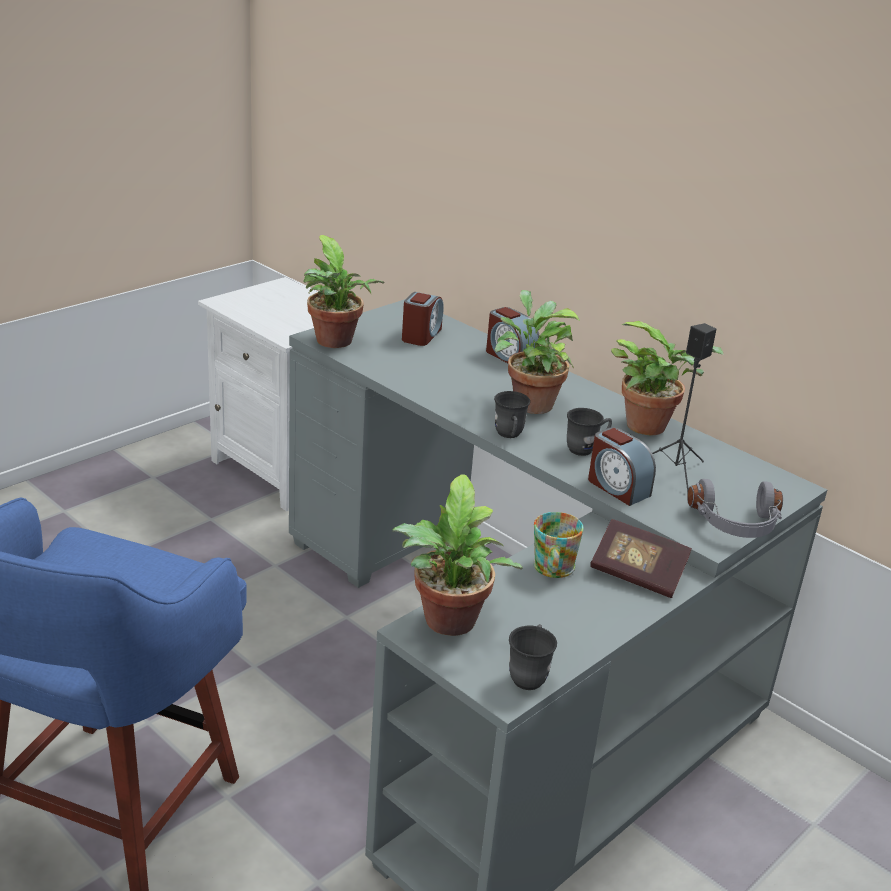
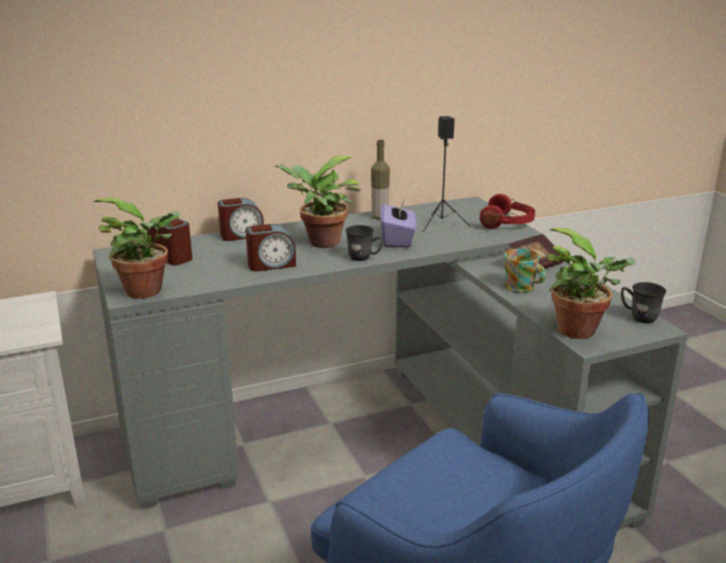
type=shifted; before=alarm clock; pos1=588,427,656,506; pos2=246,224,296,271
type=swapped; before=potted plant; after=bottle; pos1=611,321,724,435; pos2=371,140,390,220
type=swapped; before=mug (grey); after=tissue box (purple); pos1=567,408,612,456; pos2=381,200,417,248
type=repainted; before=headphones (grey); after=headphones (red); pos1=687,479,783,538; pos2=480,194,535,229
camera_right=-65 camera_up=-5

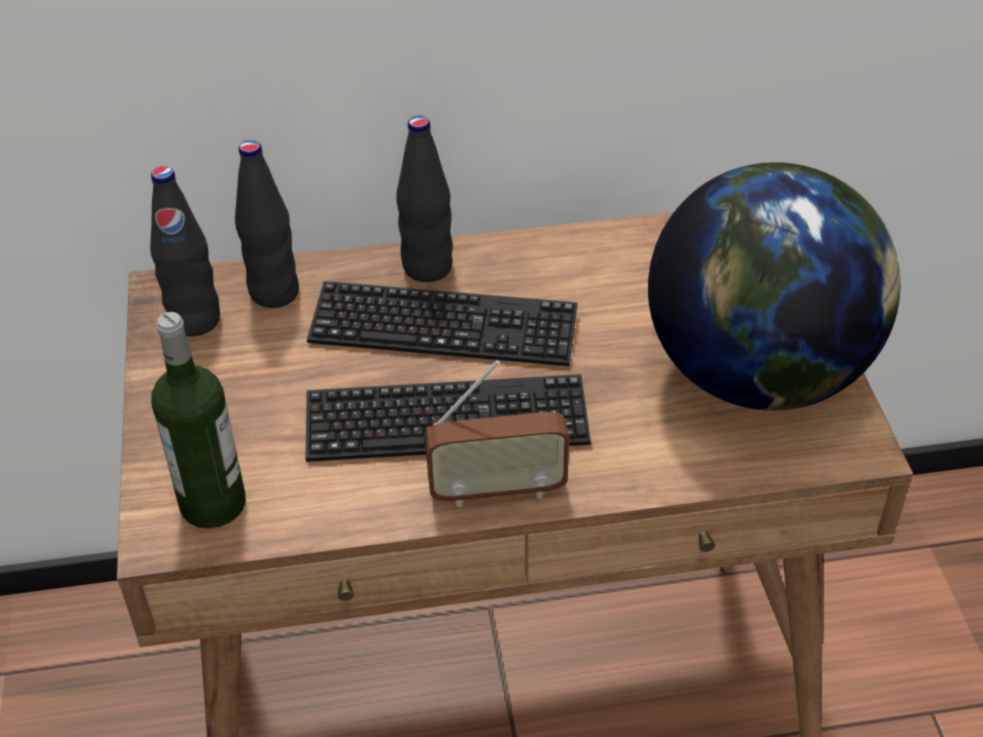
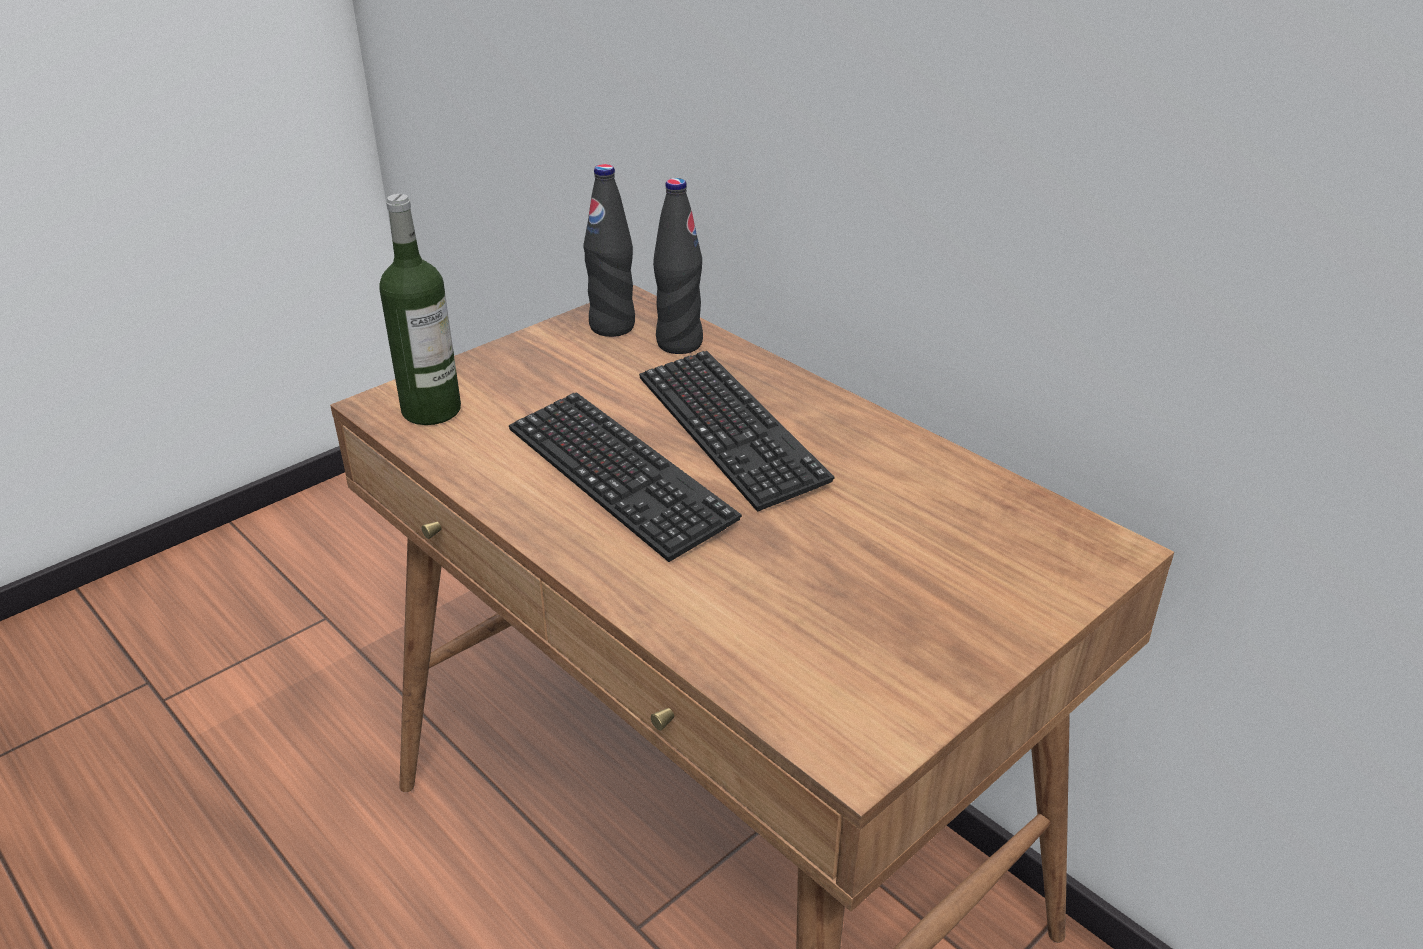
type=gone; before=bottle (black); pos1=396,116,453,282
type=gone; before=radio; pos1=425,360,569,507
type=gone; before=globe; pos1=648,162,901,411
camera_right=55 camera_up=-10

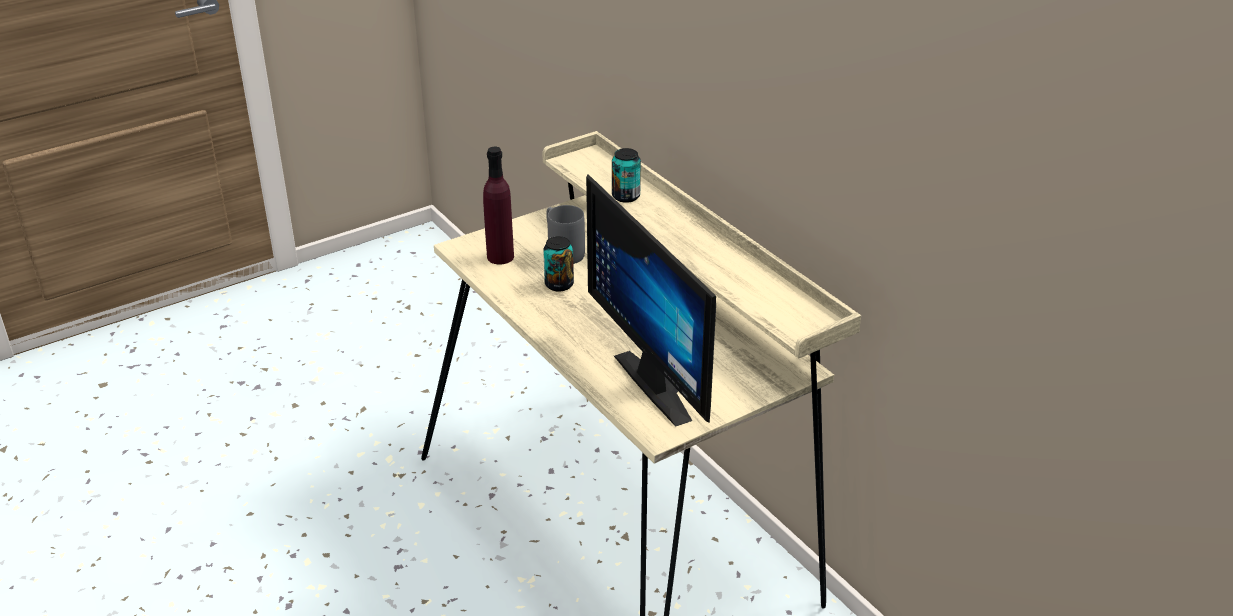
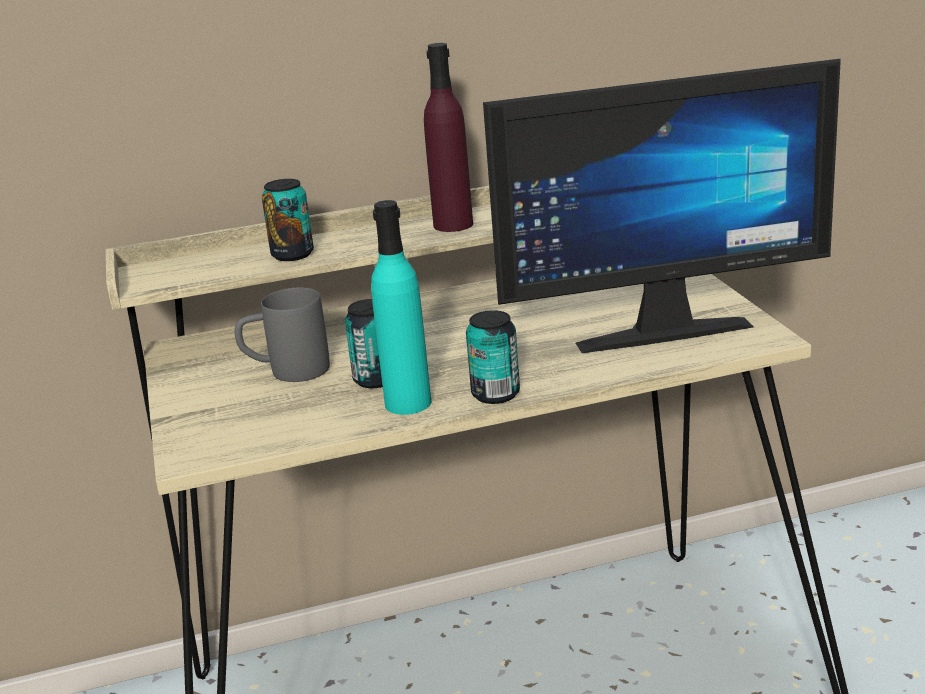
type=new; after=bottle (turquoise); pos2=371,200,431,415
type=shifted; before=bottle (purple); pos1=483,147,514,264; pos2=424,43,473,232
type=new; after=can; pos2=466,310,520,404
camera_right=-70 camera_up=-10

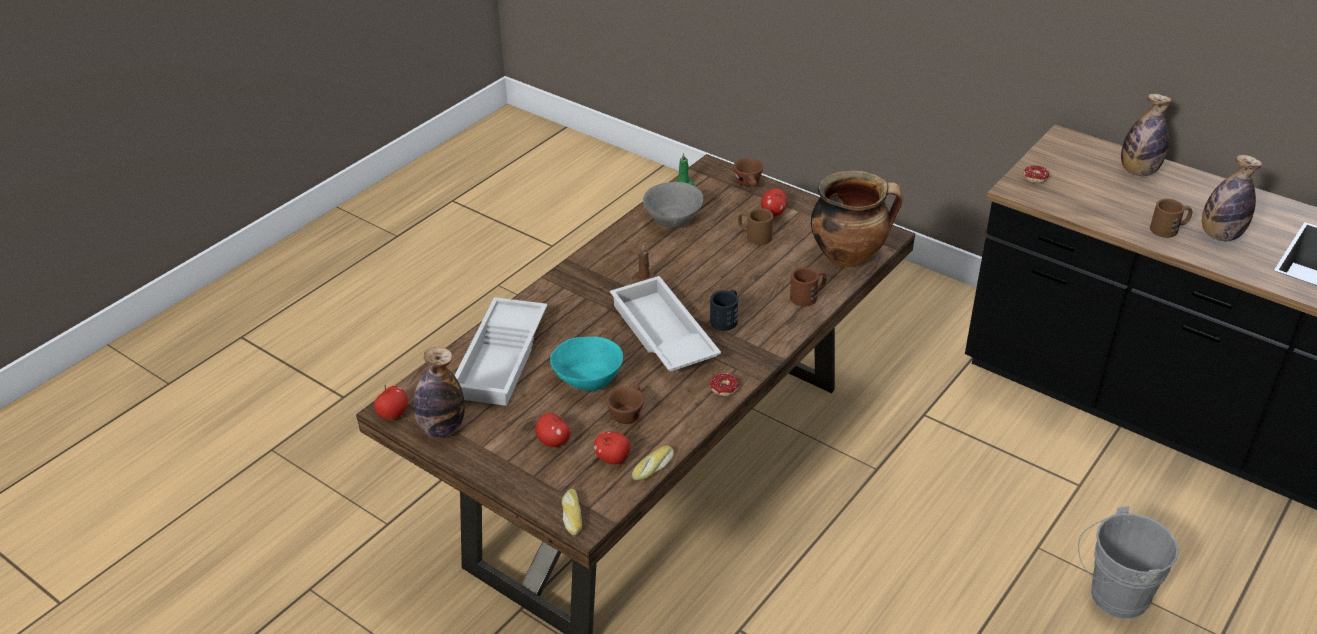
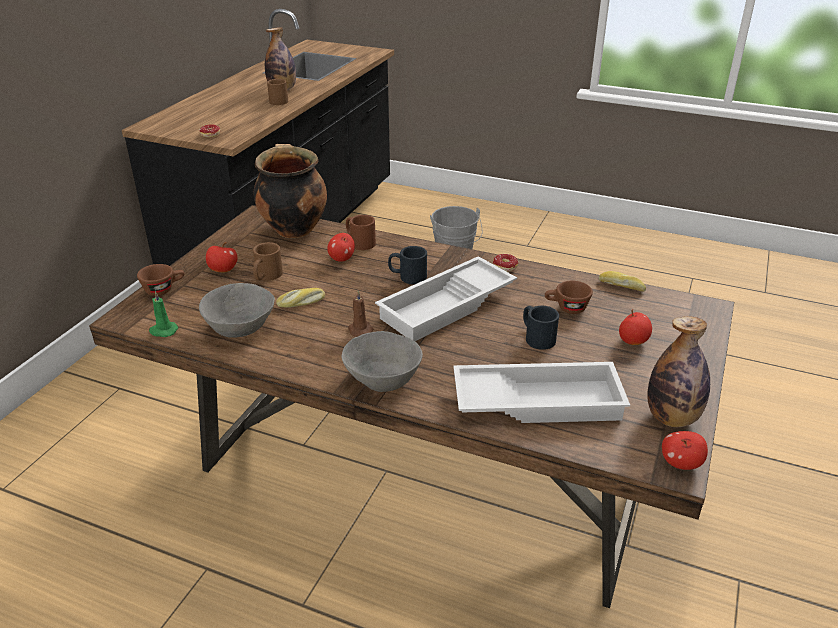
type=shifted; before=bread; pos1=562,489,582,535; pos2=276,288,325,308
type=shifted; before=apple; pos1=594,431,631,464; pos2=327,233,355,262
type=new; after=bowl (grey); pos2=342,331,423,392
type=swapped; before=bowl (turquoise); after=mug (black); pos1=550,336,623,391; pos2=523,306,559,350
type=gone; before=bottle; pos1=1121,94,1172,176
camera_right=-105 camera_up=-5

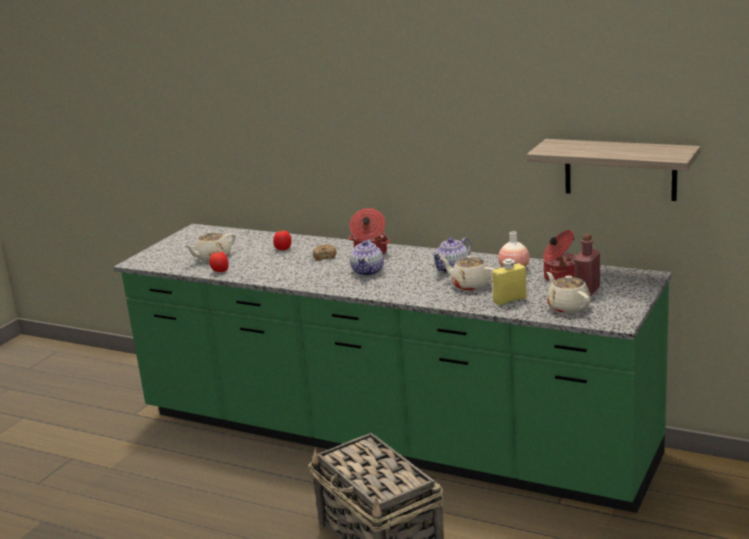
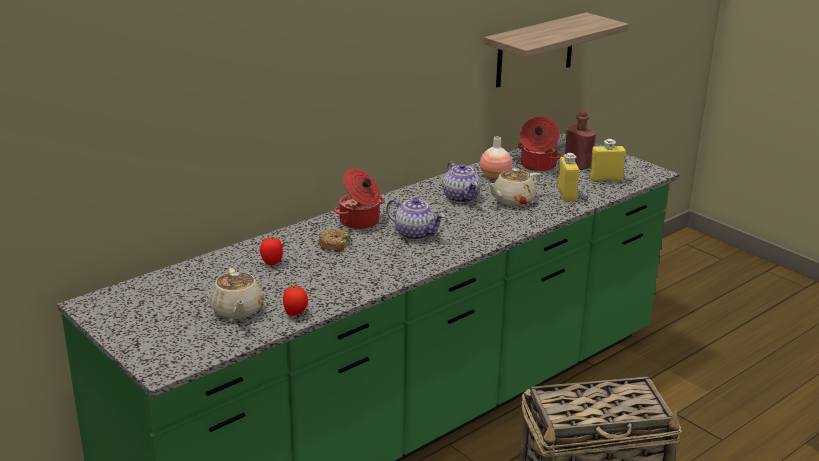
type=swapped; before=teapot (beige); after=bottle (yellow); pos1=547,272,591,314; pos2=590,139,626,182
camera_right=-70 camera_up=5

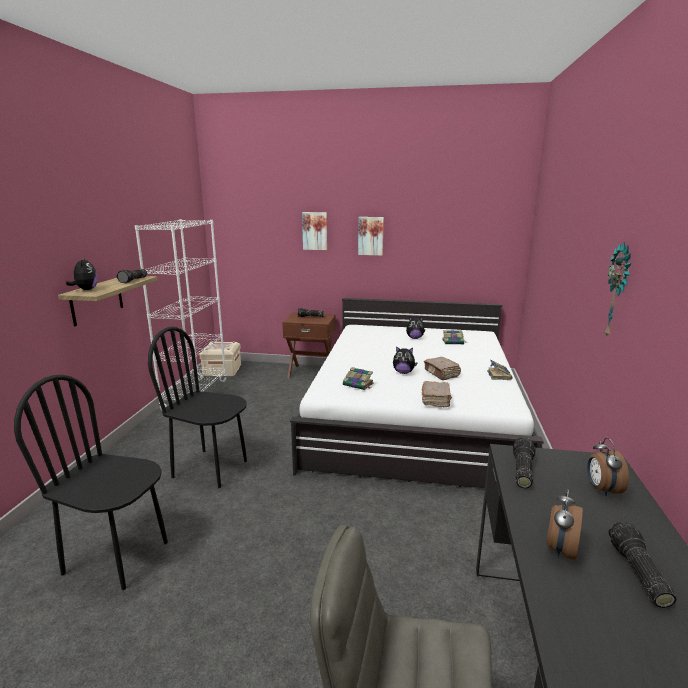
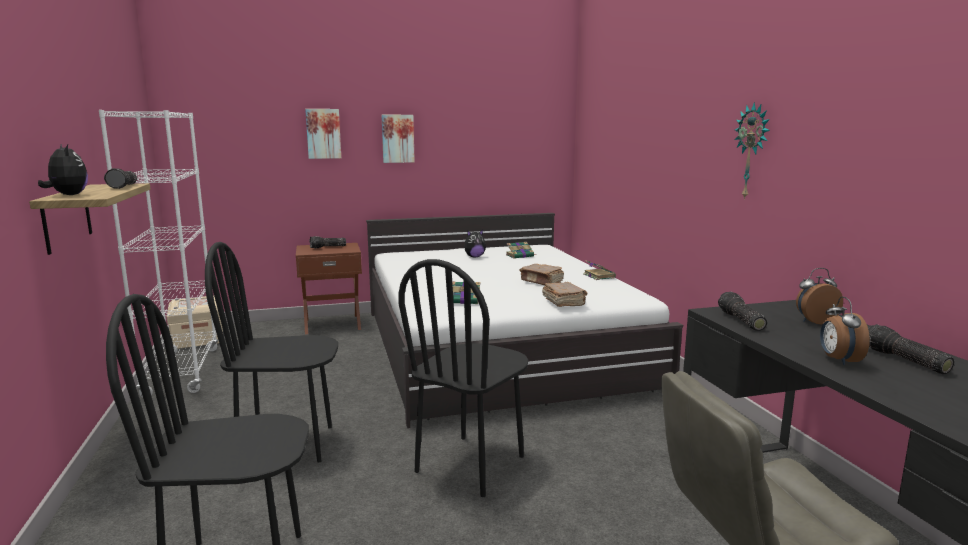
type=new; after=chair (black); pos2=398,259,528,497
type=rotated; before=alarm clock; pos1=587,438,629,497; pos2=796,268,843,324; turn=105
type=gone; before=plush toy; pos1=393,346,418,374
camera_right=-25 camera_up=-5

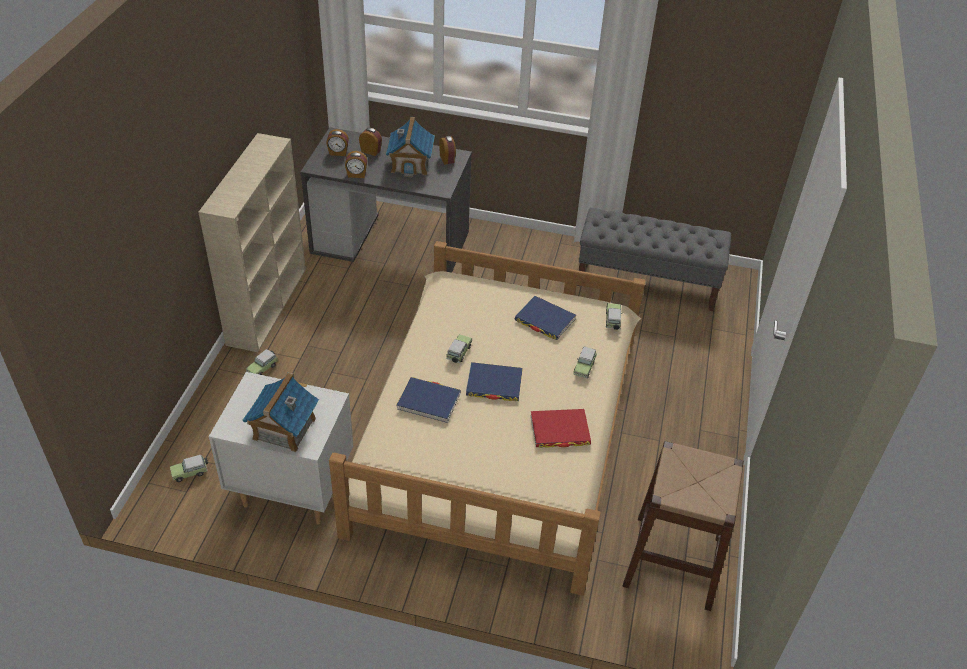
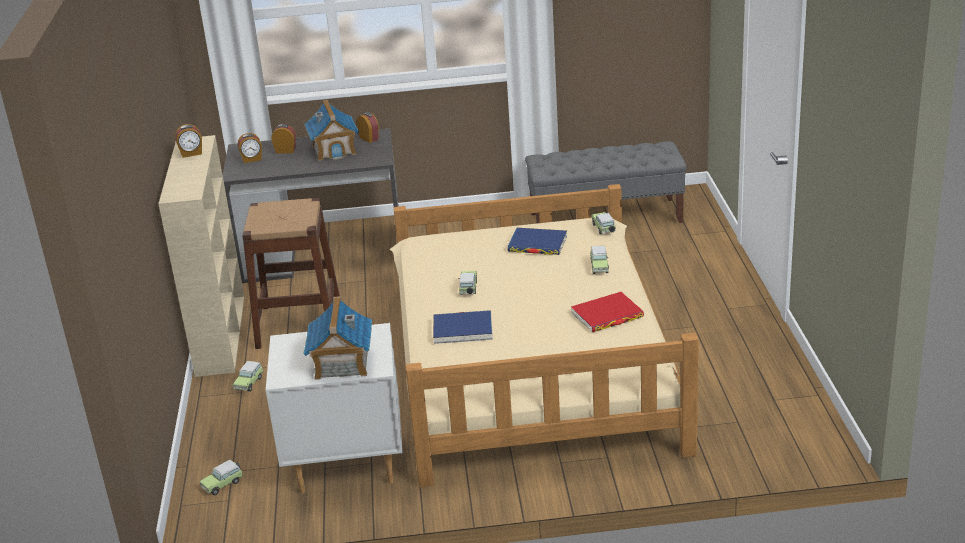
type=shifted; before=alarm clock; pos1=345,151,367,178; pos2=175,124,202,158
type=shifted; before=stool (brown); pos1=623,441,744,611; pos2=242,198,340,349
type=gone; before=book (blue); pos1=466,362,523,401
camera_right=-15 camera_up=-15

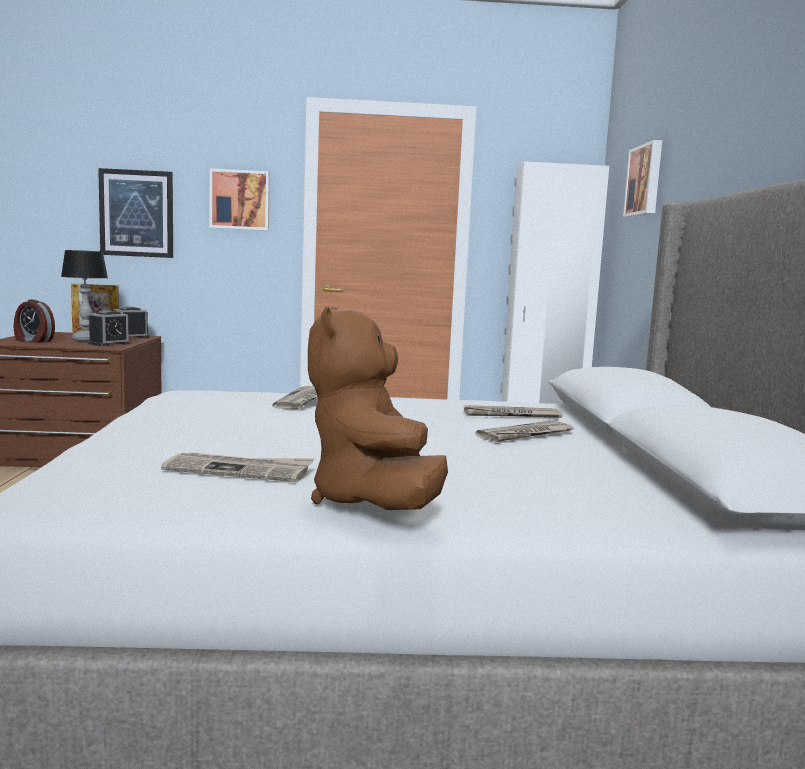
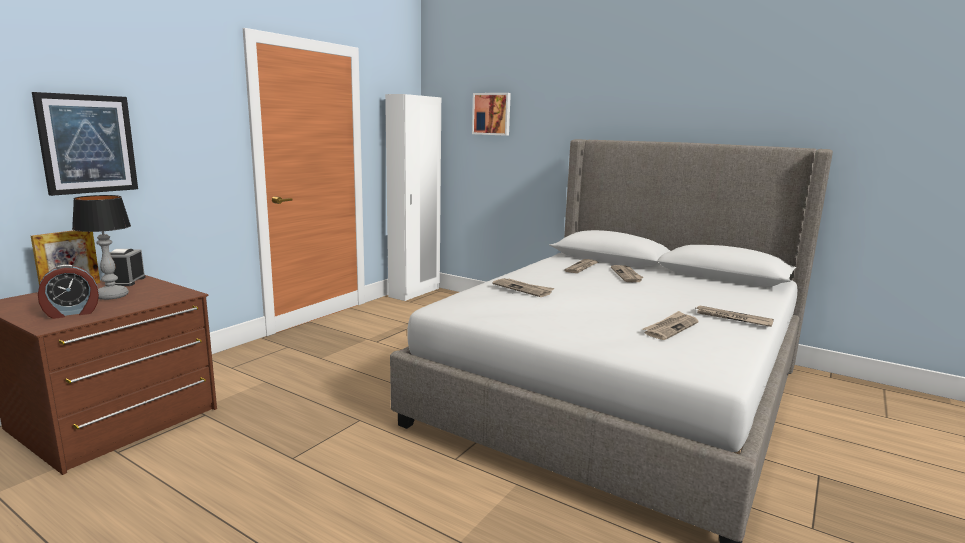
type=swapped; before=plush toy (brown); after=newspaper; pos1=308,306,448,510; pos2=696,306,774,327
type=gone; before=alarm clock; pos1=88,310,130,346
type=gone; before=picture; pos1=210,168,270,231
camera_right=-55 camera_up=5

